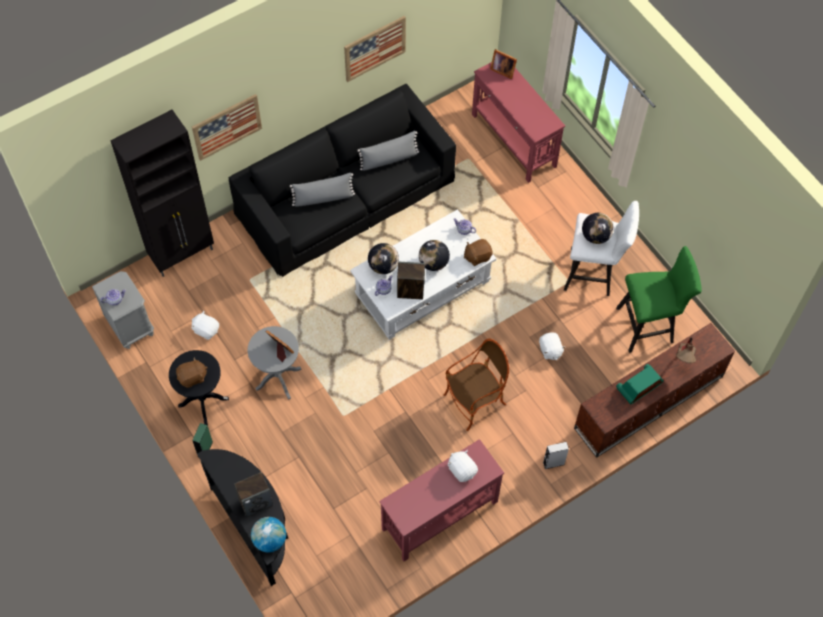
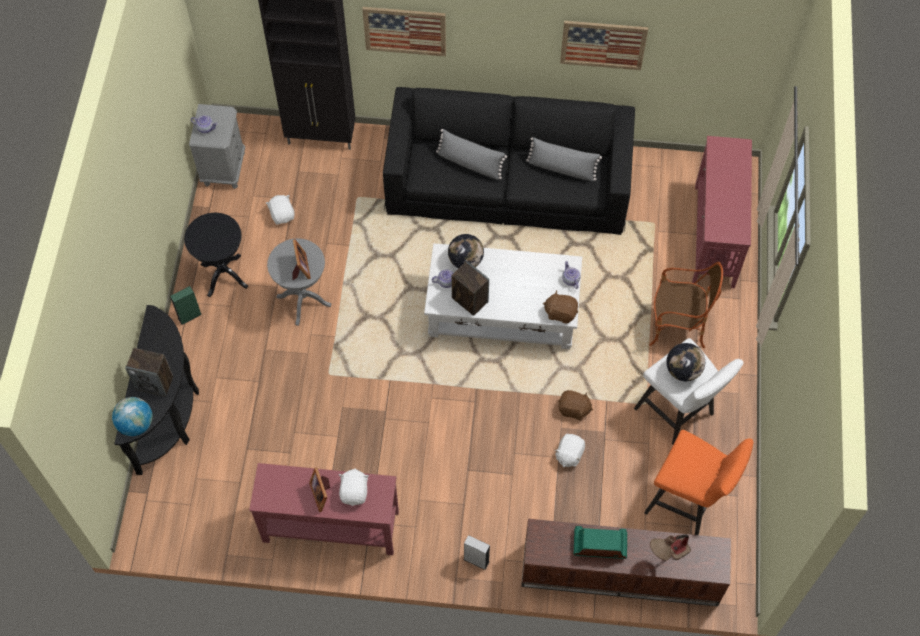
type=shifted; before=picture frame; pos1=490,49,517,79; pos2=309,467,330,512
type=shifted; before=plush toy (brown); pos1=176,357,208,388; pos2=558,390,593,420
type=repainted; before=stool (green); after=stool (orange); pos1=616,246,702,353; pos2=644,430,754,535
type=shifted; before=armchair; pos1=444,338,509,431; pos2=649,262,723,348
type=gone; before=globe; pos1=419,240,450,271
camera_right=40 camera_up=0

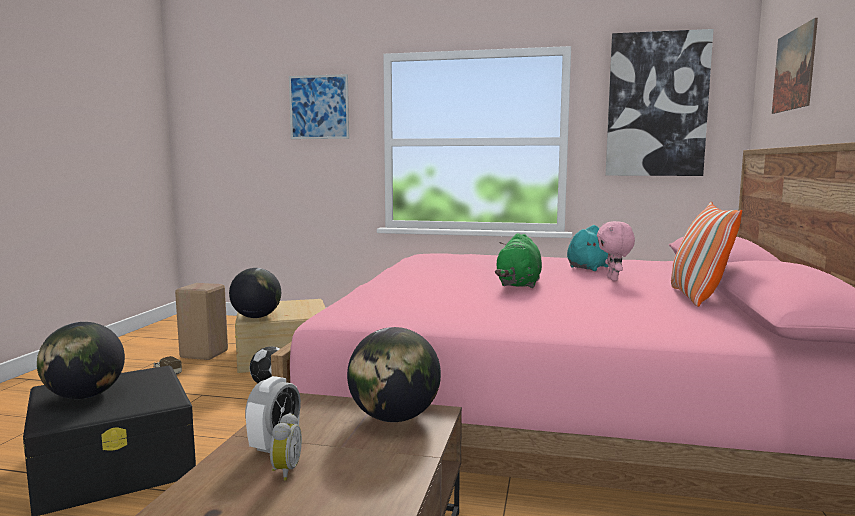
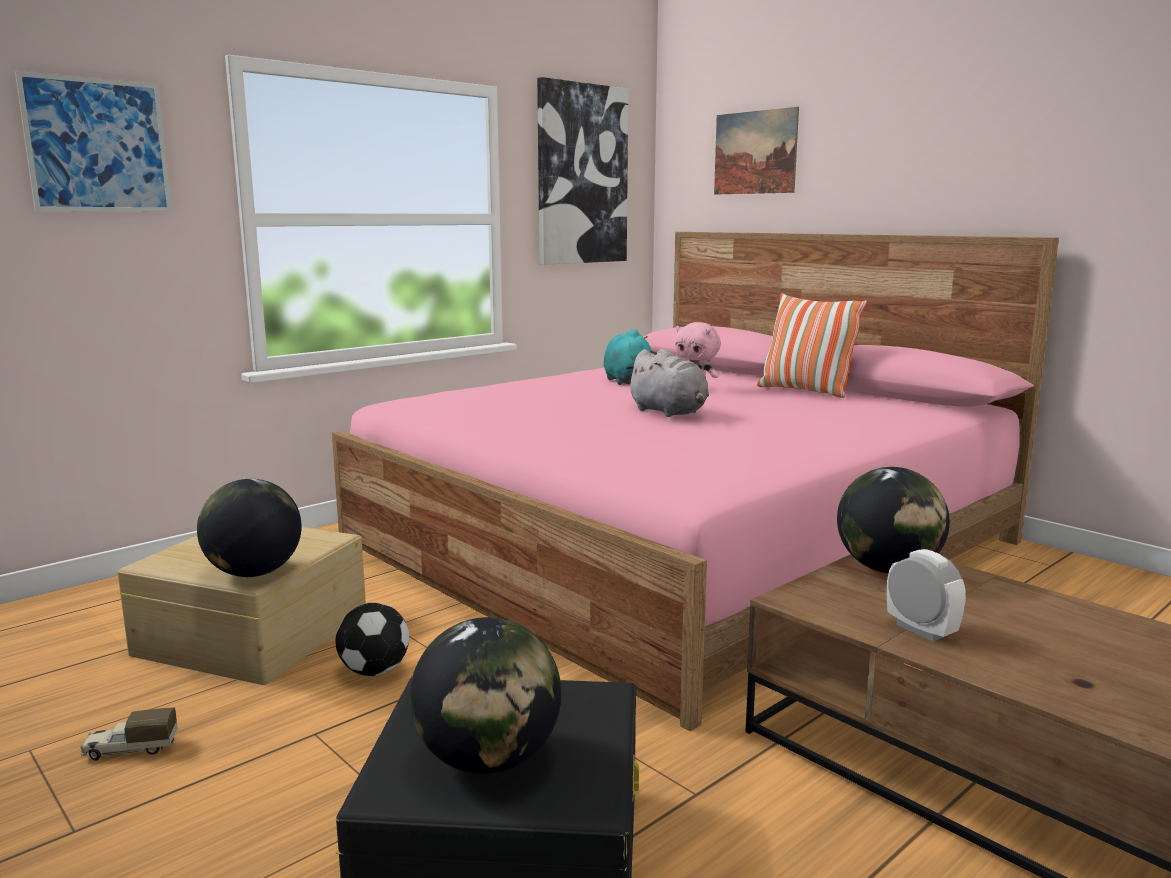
type=repainted; before=plush toy (green); after=plush toy (grey); pos1=495,233,542,288; pos2=626,349,709,417
type=gone; before=stool (beige); pos1=175,283,228,360
type=gone; before=alarm clock; pos1=270,413,302,481
camera_right=-55 camera_up=5

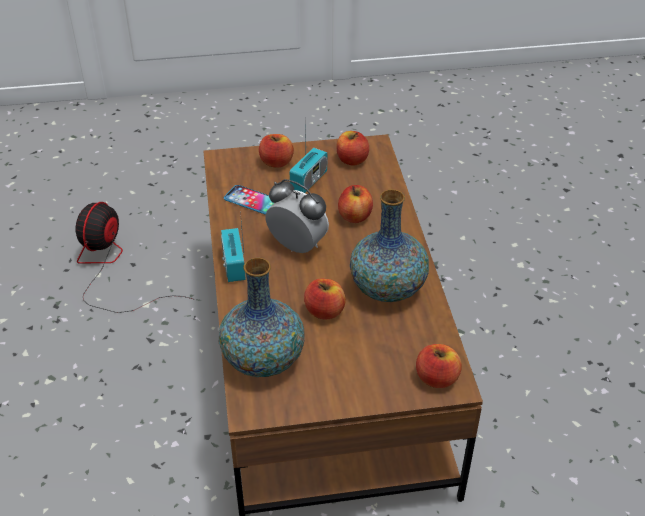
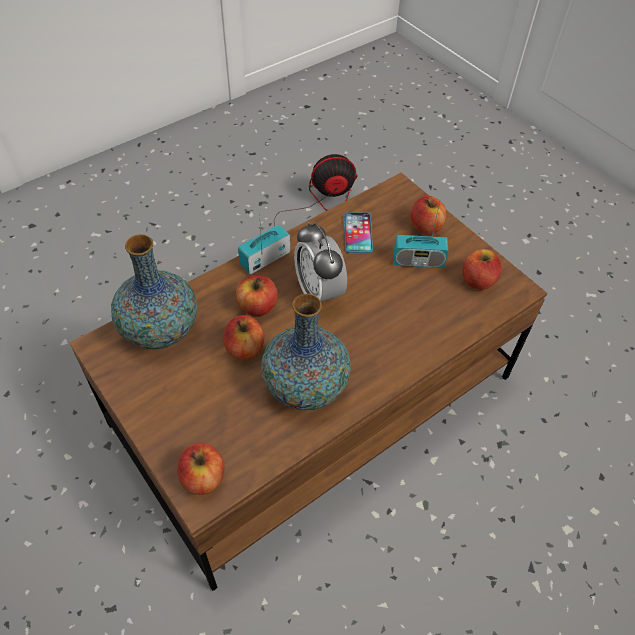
type=shifted; before=apple; pos1=338,185,373,223; pos2=236,275,278,316
type=rotated; before=alarm clock; pos1=266,179,329,253; pos2=294,222,347,302; turn=150
camera_right=60 camera_up=10

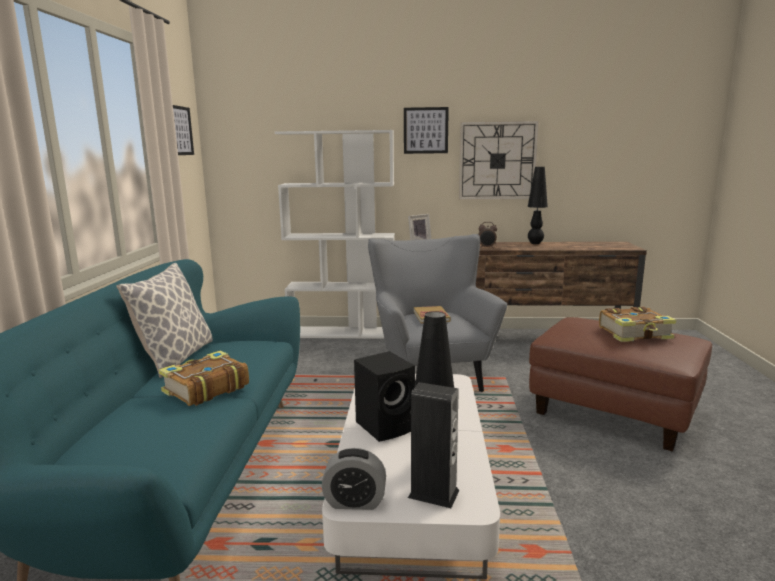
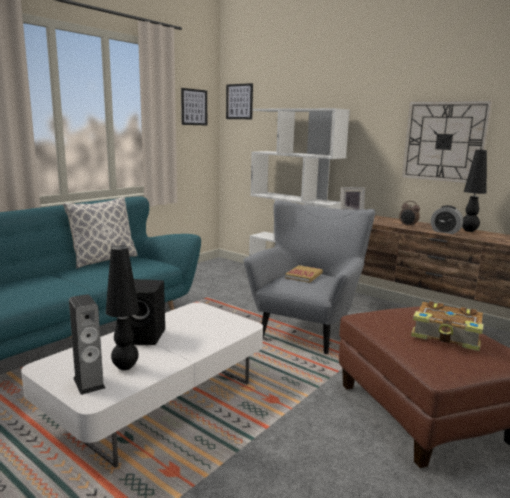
type=shifted; before=picture; pos1=404,107,449,154; pos2=226,83,253,119
type=shifted; before=alarm clock; pos1=322,448,386,510; pos2=431,205,463,234
type=gone; before=book; pos1=159,351,249,406
camera_right=35 camera_up=0

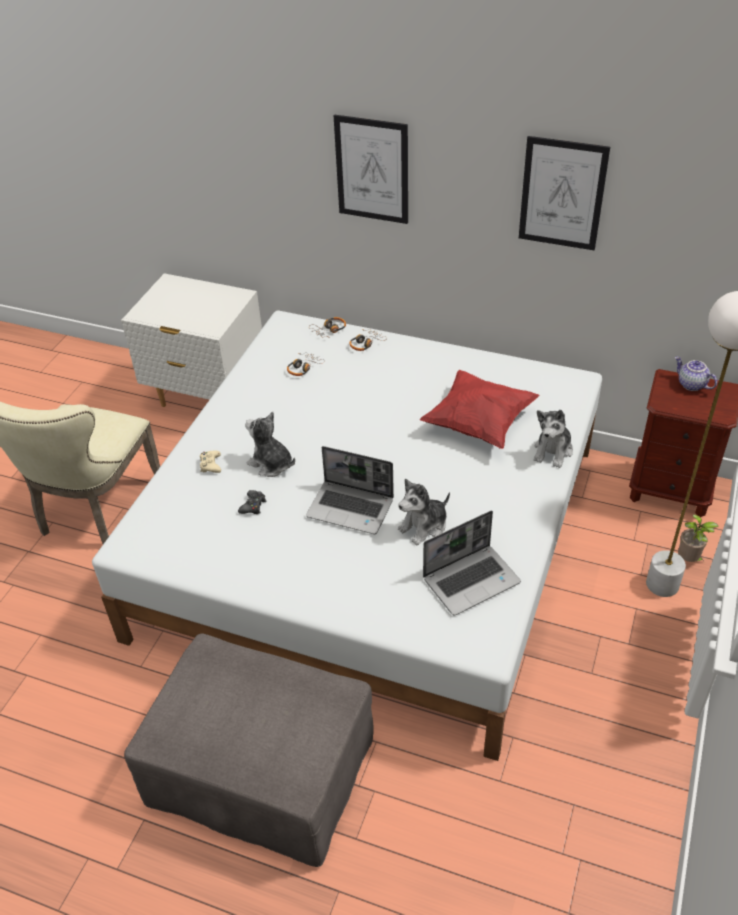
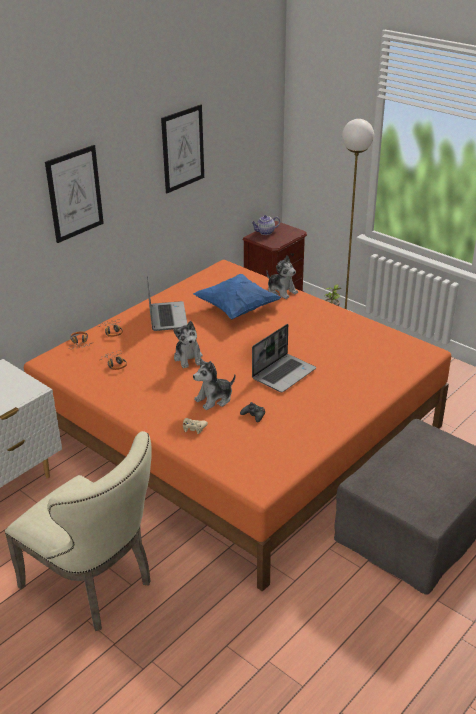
type=repainted; before=bed (white); after=bed (orange); pos1=92,311,602,761; pos2=24,260,451,592
type=shifted; before=laptop; pos1=423,511,521,616; pos2=147,276,187,331
type=shifted; before=plush toy; pos1=398,479,450,545; pos2=173,321,203,369
type=repainted; before=pillow (red); after=pillow (blue); pos1=420,370,539,449; pos2=193,274,282,319
camera_right=-70 camera_up=-10

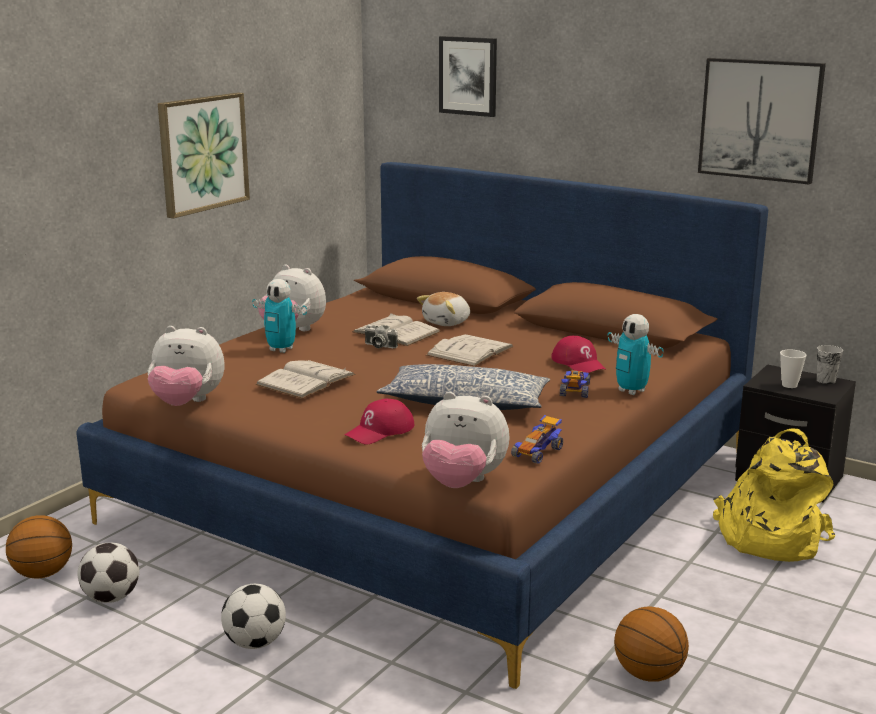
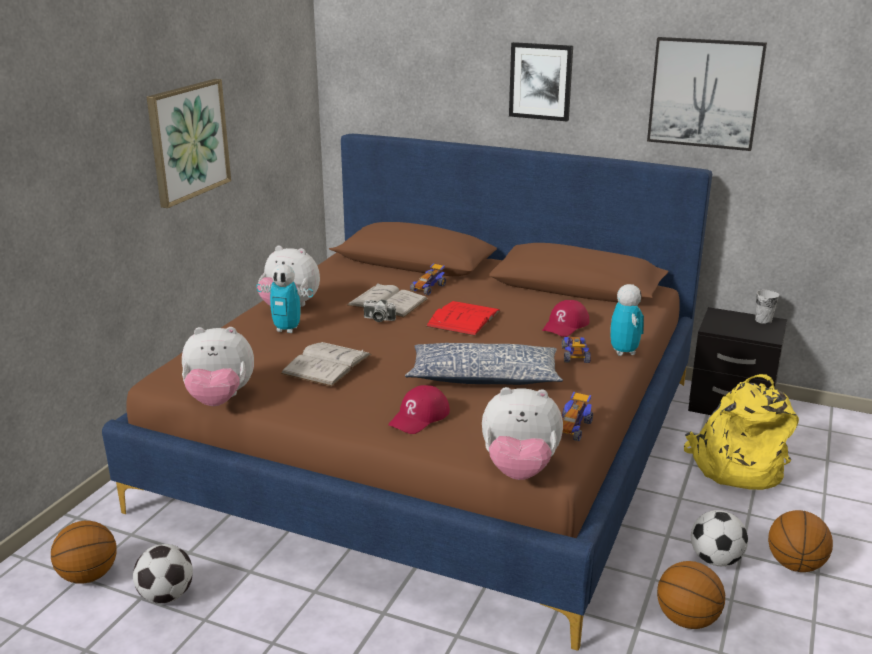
type=swapped; before=plush toy; after=toy car; pos1=417,292,470,326; pos2=410,263,446,295
type=repainted; before=book (white); after=book (red); pos1=426,334,514,367; pos2=426,301,500,336
type=shifted; before=picture; pos1=439,36,497,117; pos2=509,42,573,121
type=rotated; before=cap (red); pos1=551,336,606,373; pos2=542,300,589,337; turn=75
type=rotated; before=toy robot; pos1=608,314,664,395; pos2=610,284,644,356; turn=-135
type=shifted; before=football; pos1=221,584,286,649; pos2=691,510,748,566
type=new; after=basketball; pos2=768,510,833,572
type=gone; before=cup; pos1=780,349,807,388
camera_right=-10 camera_up=5

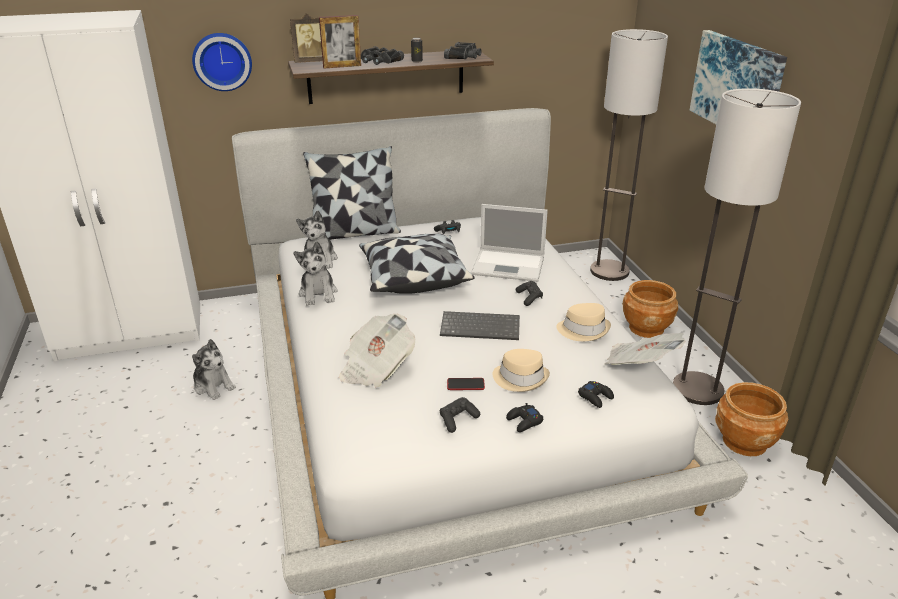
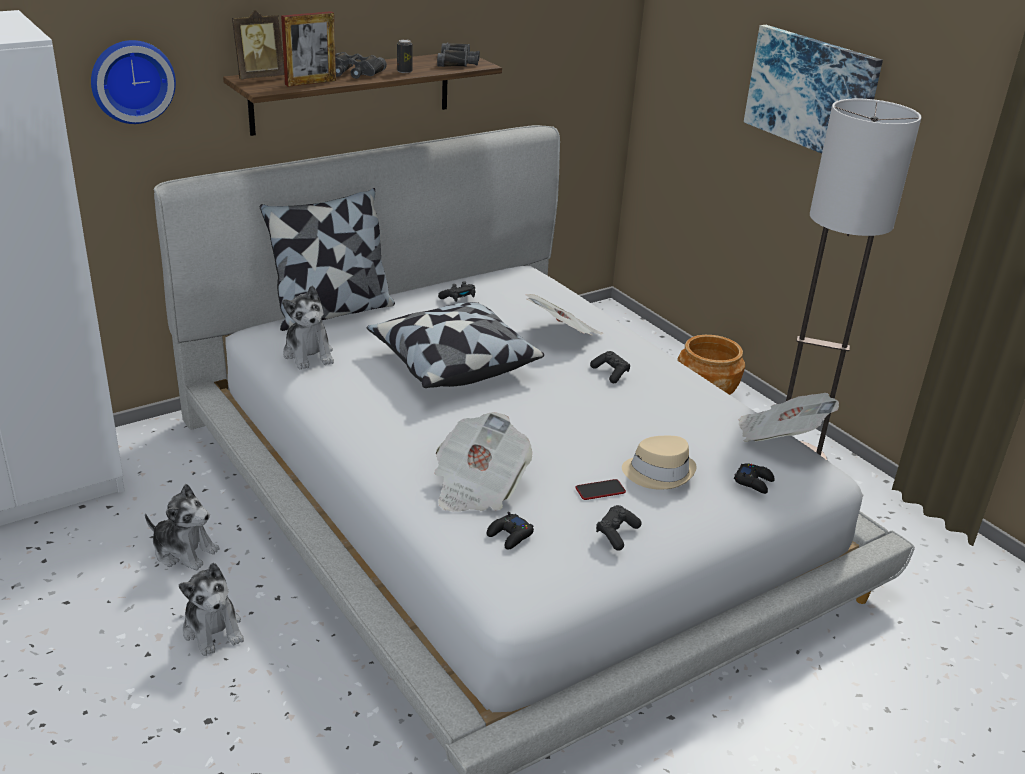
type=shifted; before=plush toy; pos1=293,241,337,306; pos2=179,563,244,656
type=shifted; before=game controller (black); pos1=506,403,543,432; pos2=487,512,534,550
type=swapped; before=laptop; after=newspaper; pos1=471,204,548,282; pos2=526,294,603,335
type=gone; before=keyboard; pos1=440,311,520,340
type=gone; before=hat (beige); pos1=556,303,611,341
type=gone; before=floor lamp; pos1=590,29,668,281
type=gone; before=planter (brown); pos1=715,382,788,456
camera_right=-20 camera_up=0

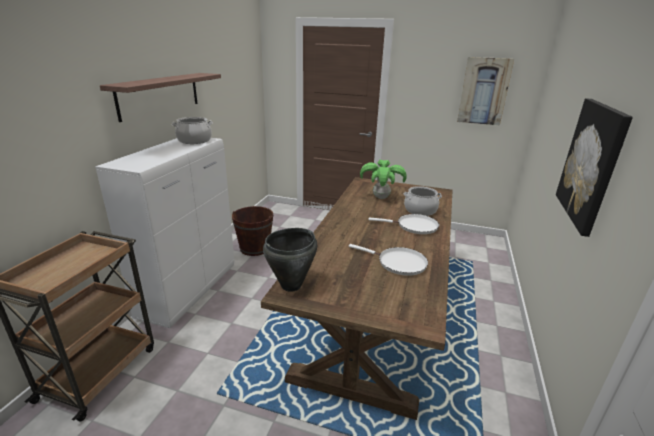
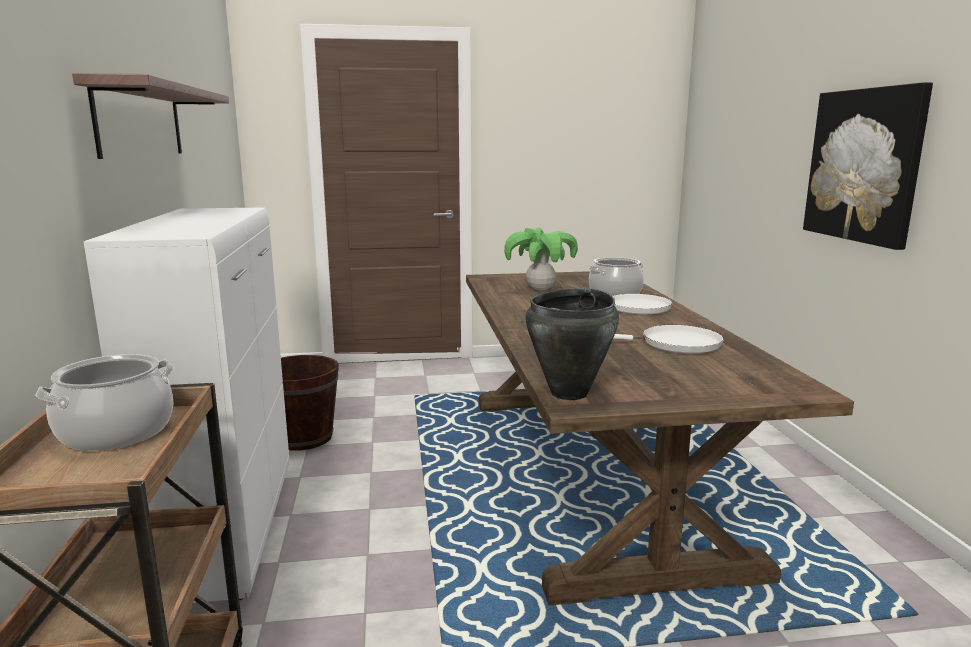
type=shifted; before=cooking pot; pos1=172,117,213,144; pos2=35,354,174,451
type=gone; before=picture; pos1=457,57,514,125
camera_right=-25 camera_up=-10

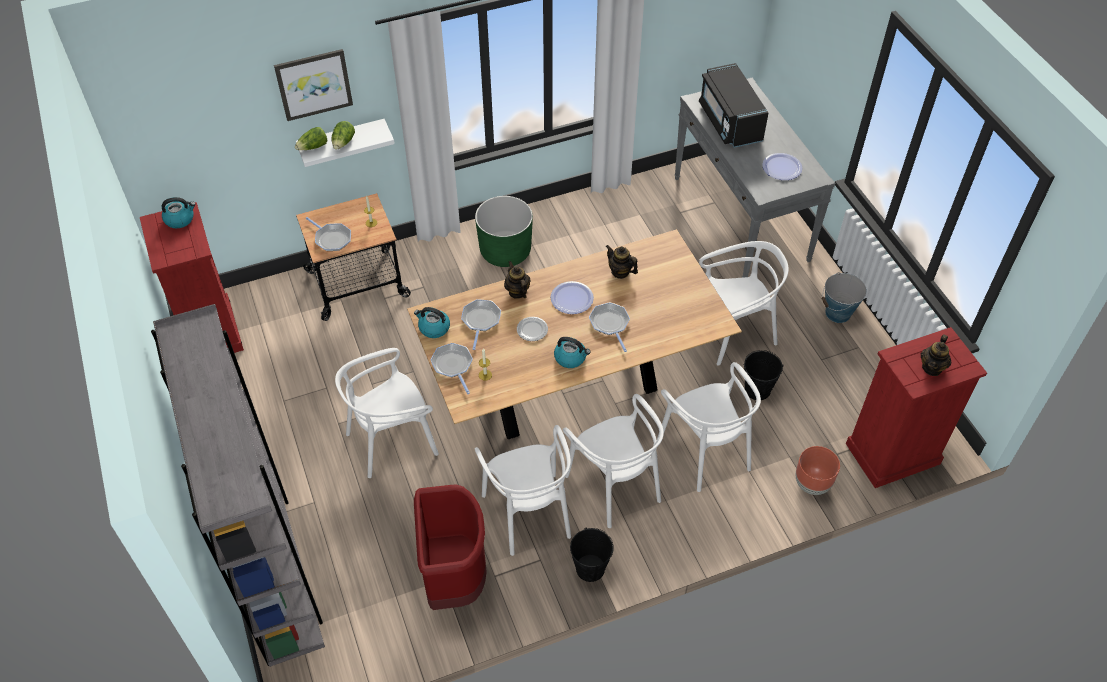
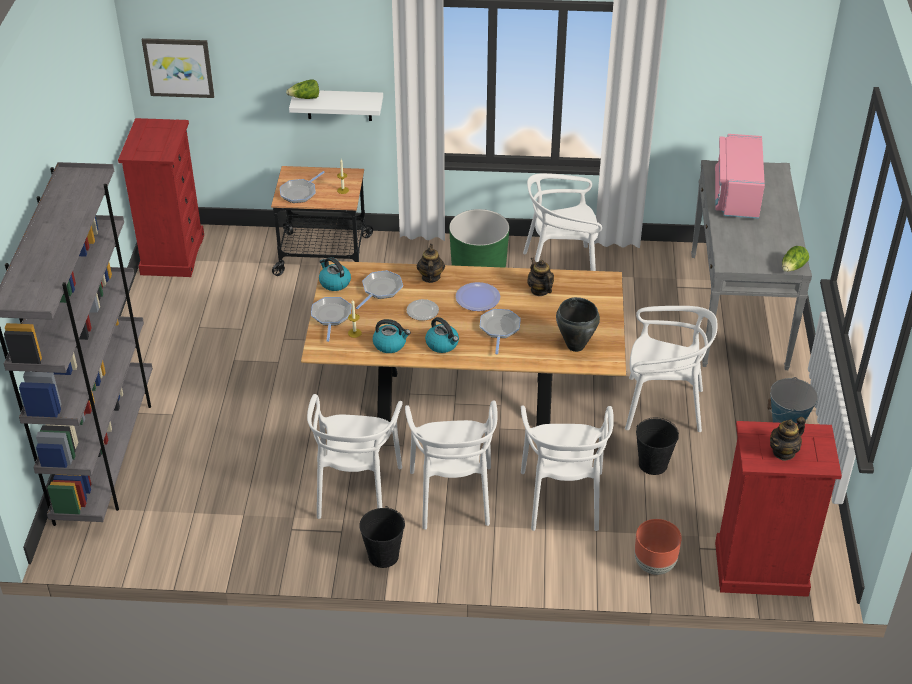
type=shifted; before=picture; pos1=274,49,353,121; pos2=142,38,215,98
type=rotated; before=frying pan; pos1=306,217,351,251; pos2=280,171,325,203; turn=60
type=shifted; before=kettle; pos1=162,197,196,228; pos2=372,319,411,353
type=shifted; before=chair (white); pos1=335,348,439,478; pos2=523,173,602,271
type=new; after=cooking pot (black); pos2=556,297,600,352
type=repainted; before=microwave (black); after=microwave (pink); pos1=699,63,769,148; pos2=715,134,765,219
type=shifted; before=lettuce; pos1=331,121,355,150; pos2=782,246,809,272
type=gone; before=trash can (red); pos1=414,484,487,610
type=gone; before=plate; pos1=762,153,802,180
camera_right=25 camera_up=-10

